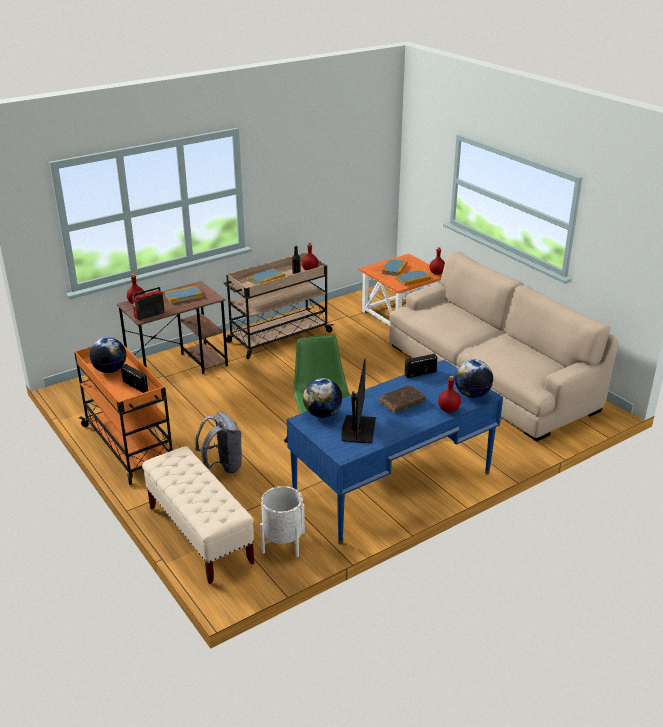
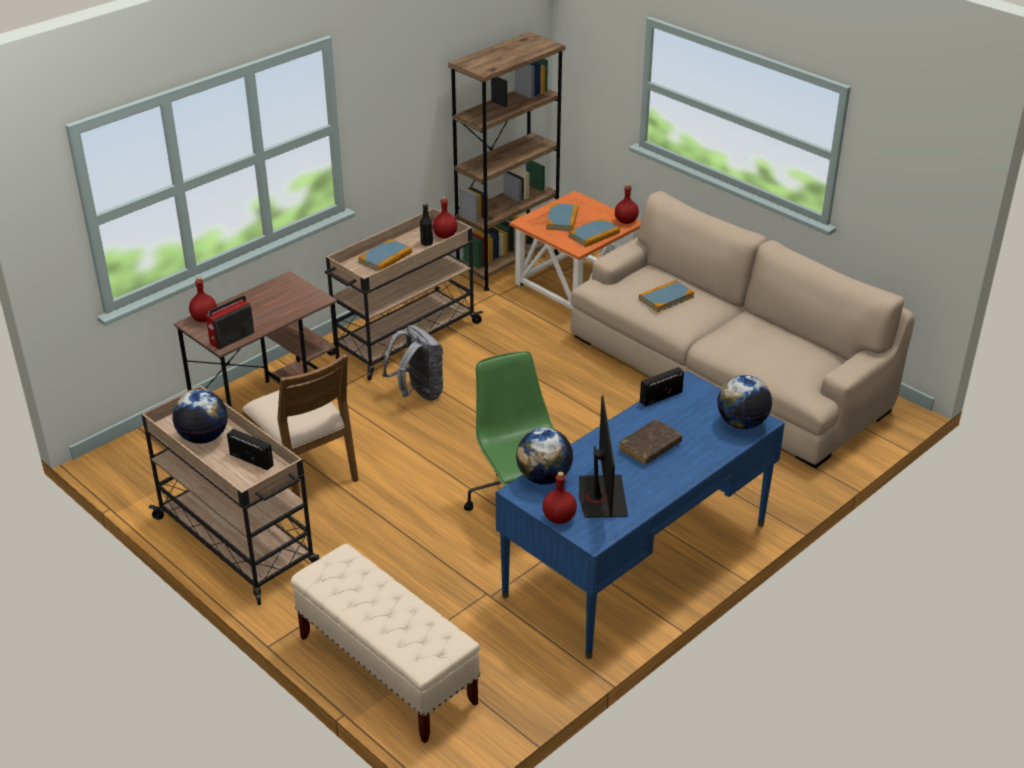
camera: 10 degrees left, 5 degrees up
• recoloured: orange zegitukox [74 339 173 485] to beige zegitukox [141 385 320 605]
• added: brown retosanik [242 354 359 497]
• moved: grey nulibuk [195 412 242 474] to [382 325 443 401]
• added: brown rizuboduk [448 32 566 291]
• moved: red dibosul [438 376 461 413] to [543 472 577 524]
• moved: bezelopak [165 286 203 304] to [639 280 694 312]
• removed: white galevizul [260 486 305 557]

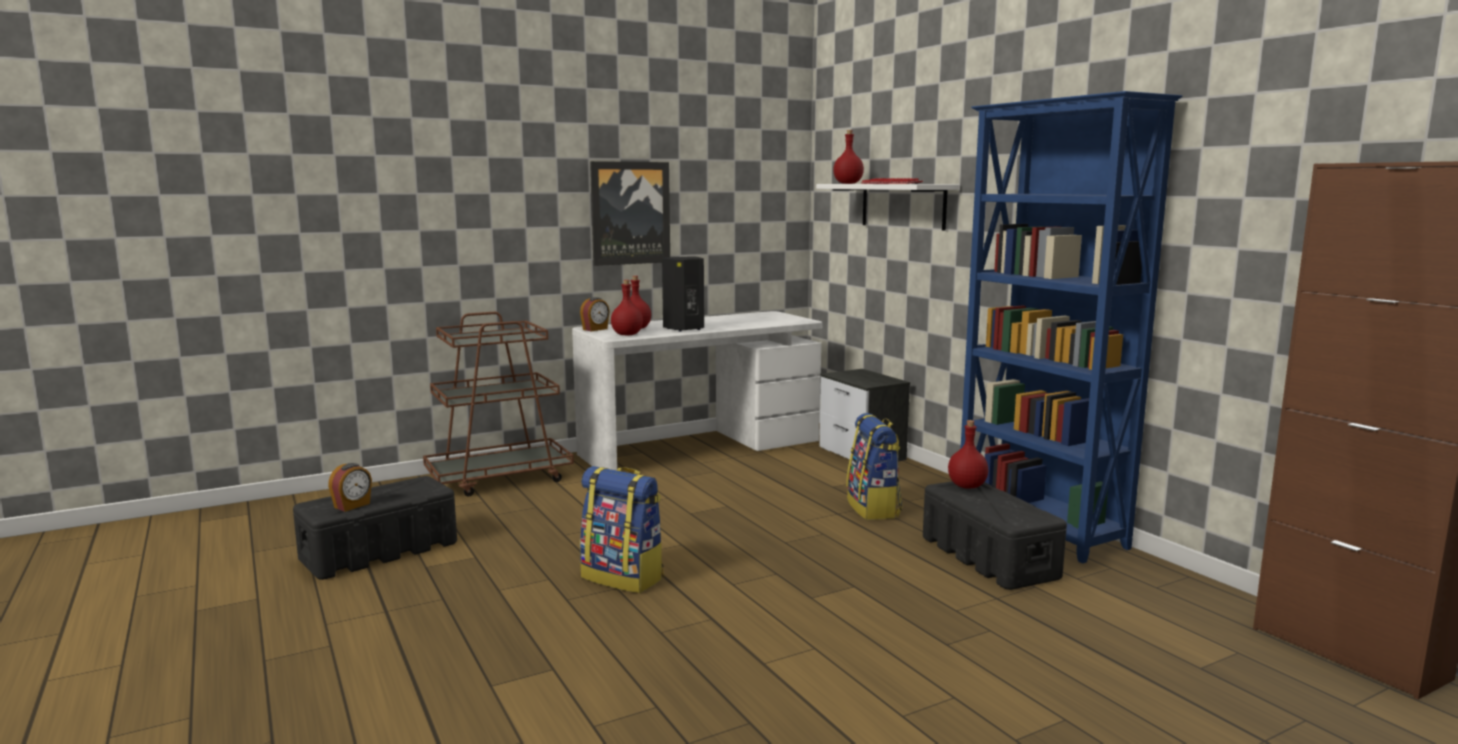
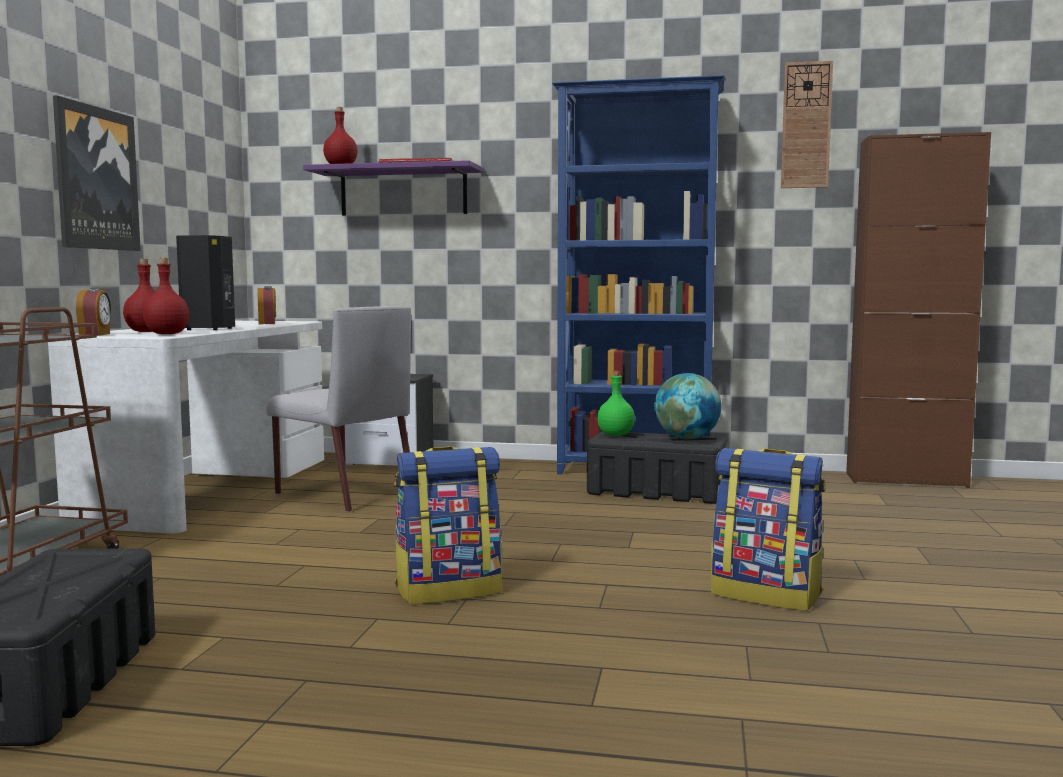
camera: 50 degrees left, 5 degrees down
• moved: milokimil [328 463 372 512] to [258 286 276 324]
• added: grey retosanik [266 306 411 512]
• recoloured: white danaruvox [816 184 960 231] to purple danaruvox [303 160 483 216]
• recoloured: red dibosul [948 420 988 489] to green dibosul [597 371 635 436]
• added: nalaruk [654 373 721 440]
• moved: nulibuk [846 413 903 520] to [711 448 825 611]
• added: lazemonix [781 61 833 188]

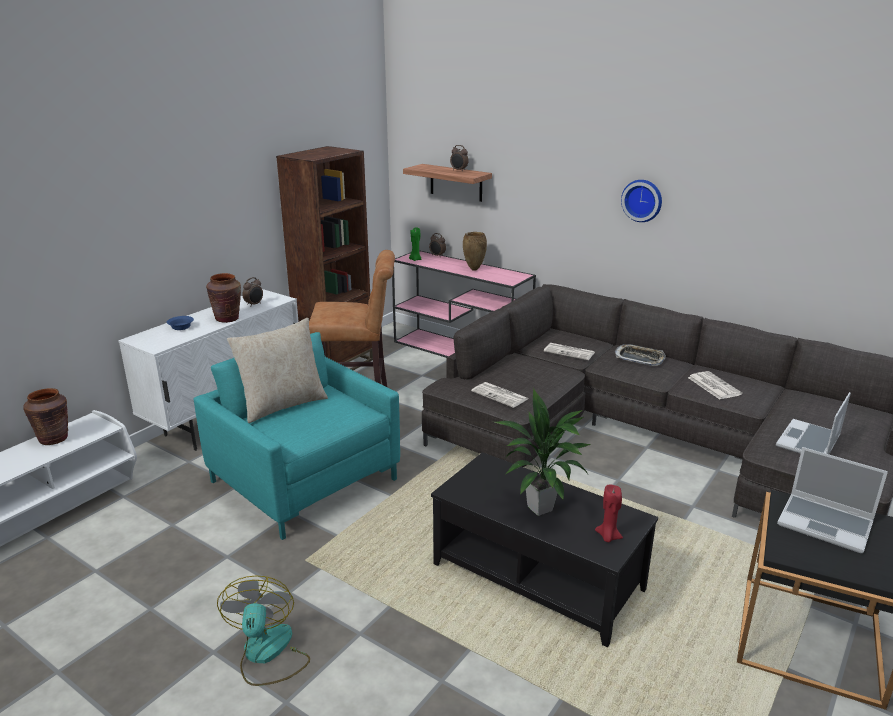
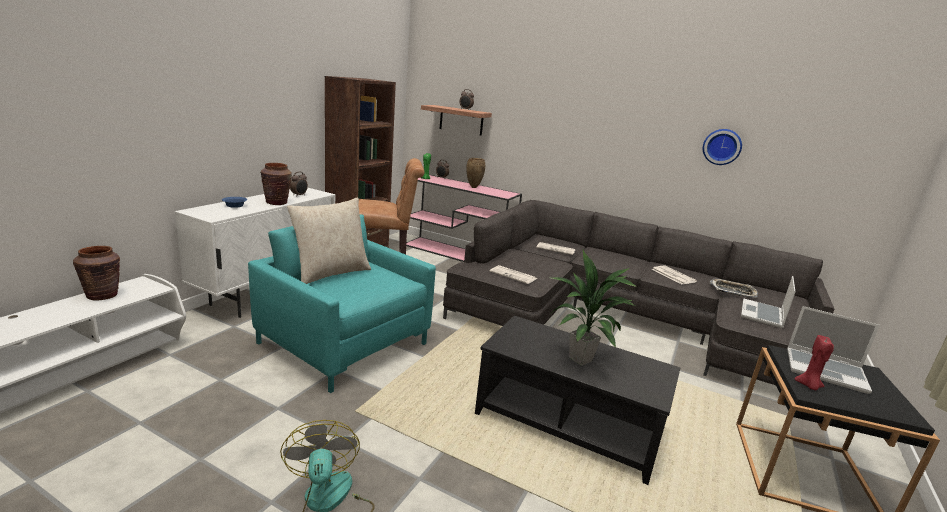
camera: 10 degrees left, 5 degrees down
• moved: lazemonix [621 180 662 222] to [703 129 742 165]
• moved: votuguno [615 344 666 366] to [710 279 758 298]
• moved: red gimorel [595 484 623 542] to [795 335 834 390]

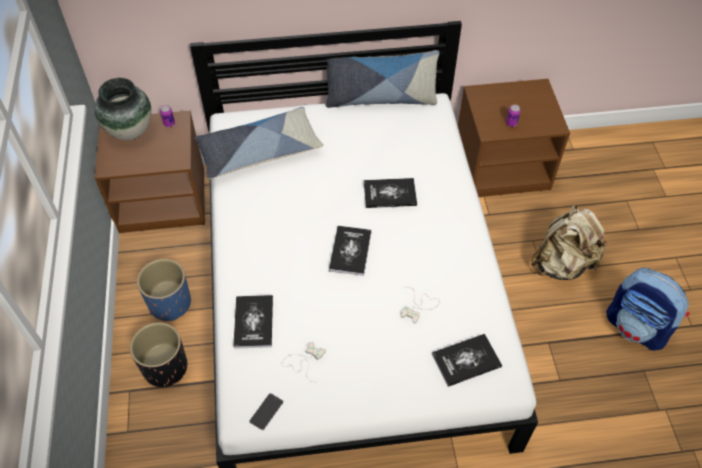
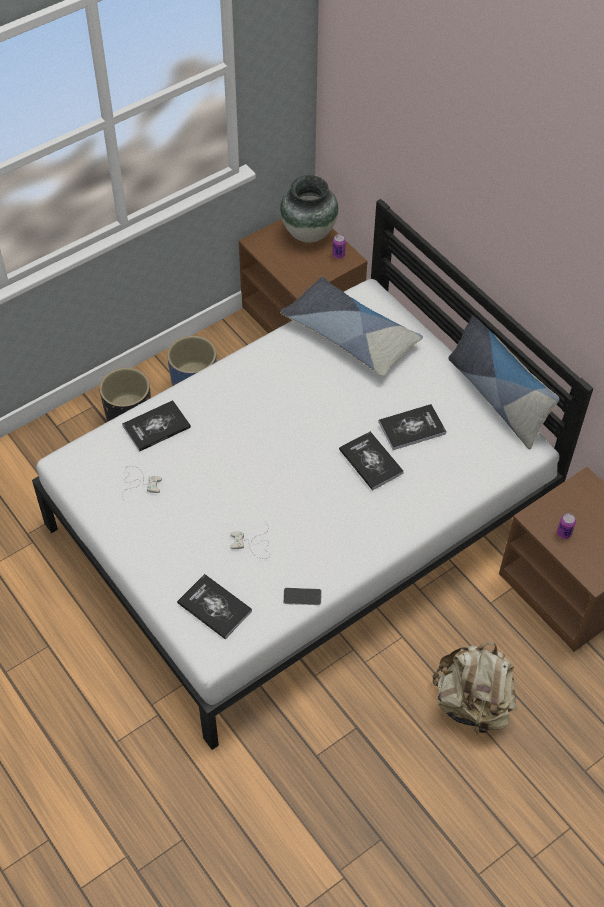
camera: 60 degrees right, 0 degrees up
• moved: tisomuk [249 393 284 430] to [283 588 322 605]
• moved: bezelopak [329 226 371 276] to [378 404 447 450]
• removed: nulibuk [606 268 690 351]

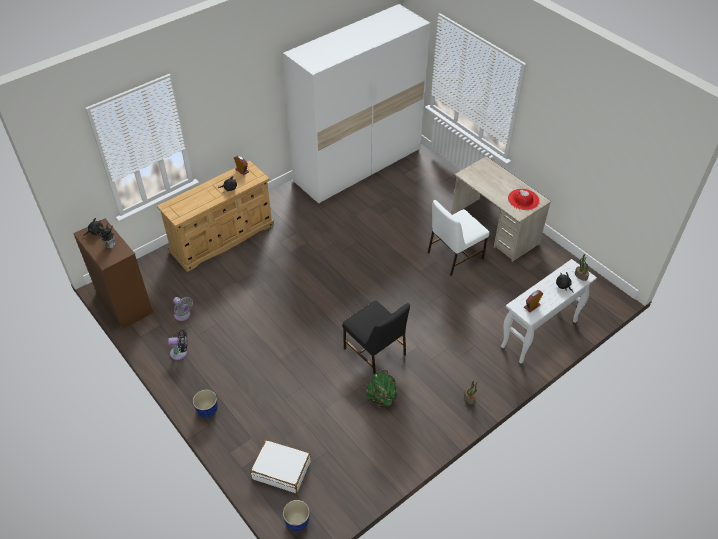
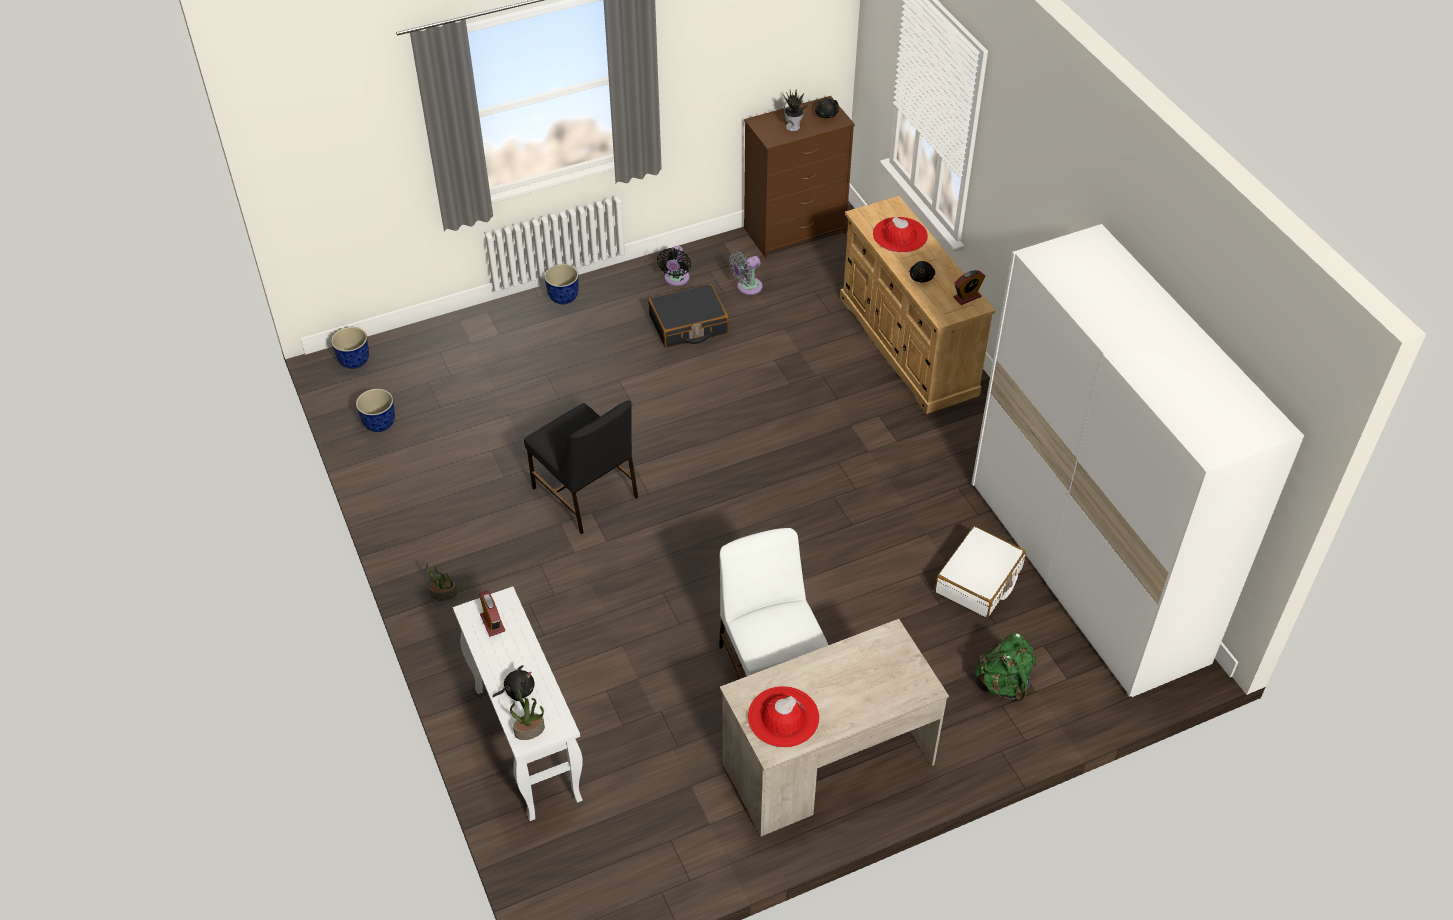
camera: 105 degrees right, 0 degrees up
• added: galevizul [356 389 395 432]
• turned: black retosanik [342 300 410 374] = [524 400 638 534] 105 degrees counterclockwise
• added: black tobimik [648 284 729 348]
• added: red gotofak [873 217 928 253]
• moved: white tobimik [250 440 311 493] to [935 526 1026 618]
• moved: green nulibuk [366 370 397 408] to [975 633 1037 703]

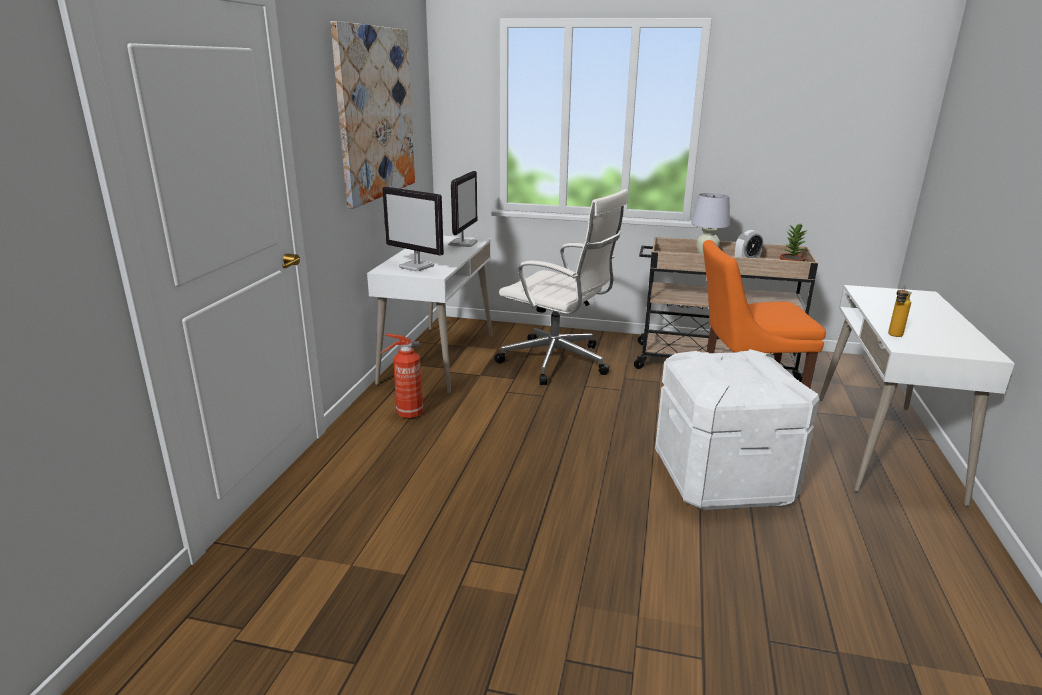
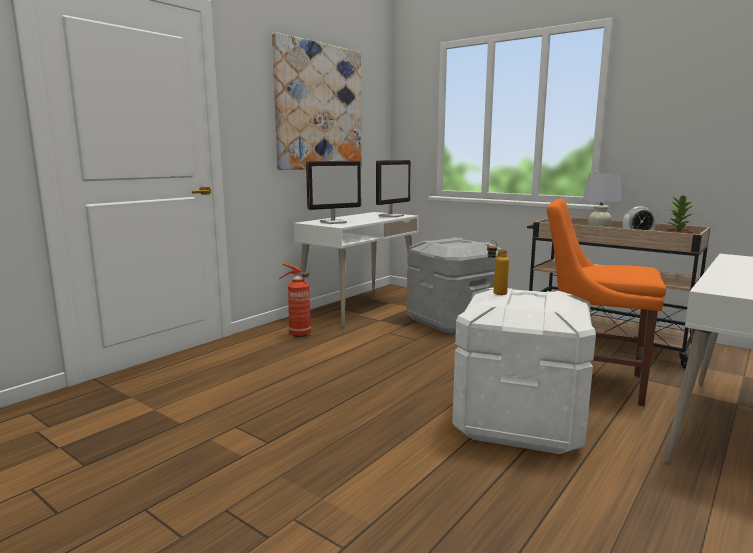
camera: 25 degrees right, 10 degrees down
• turned: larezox [382 187 444 271] = [306 161 361 224] 90 degrees counterclockwise
• replaced: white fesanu [494 189 628 385] to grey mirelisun [407 238 502 333]
• moved: dibosul [888 285 912 337] to [487 240 509 295]

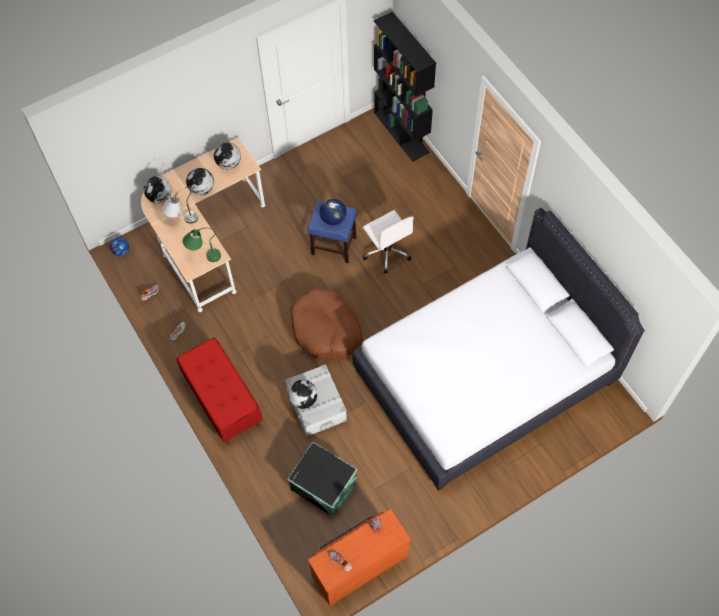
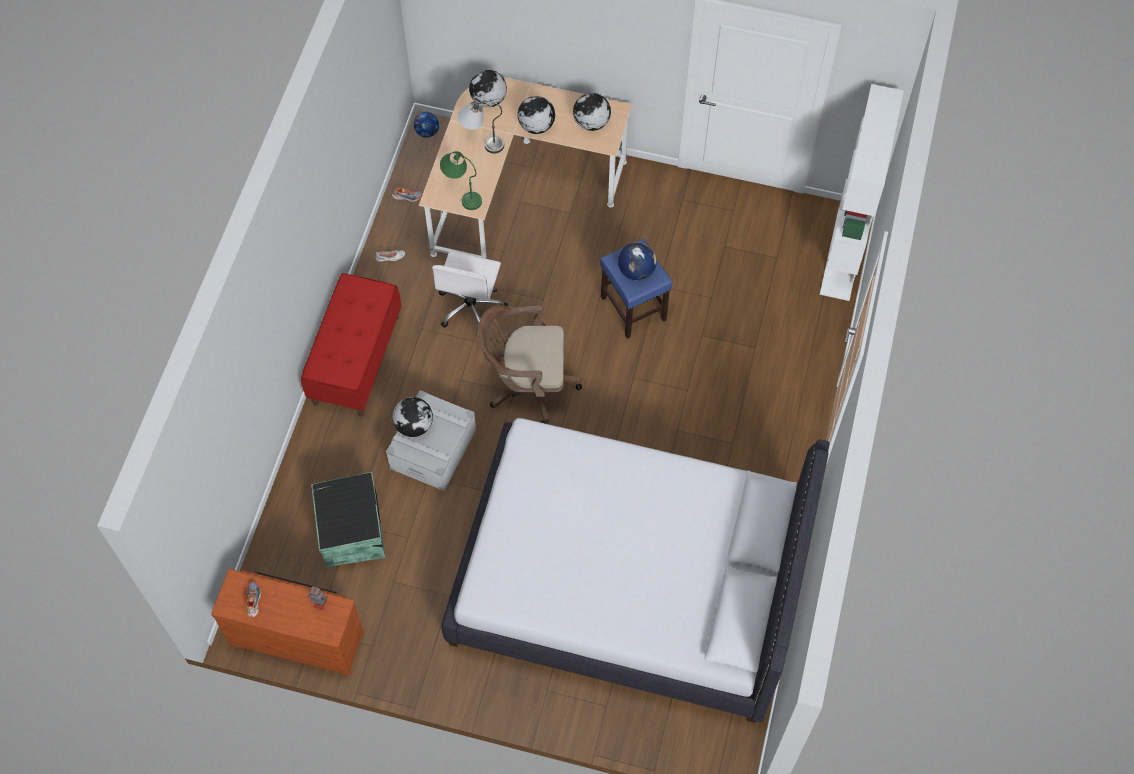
camera: 45 degrees right, 0 degrees up
• moved: white fesanu [363 210 414 274] to [432 251 508 328]
• replaced: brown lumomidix [290 288 363 361] to brown fesanu [478 305 582 424]
• recoloured: black rizuboduk [374 11 436 161] to white rizuboduk [820 84 904 301]

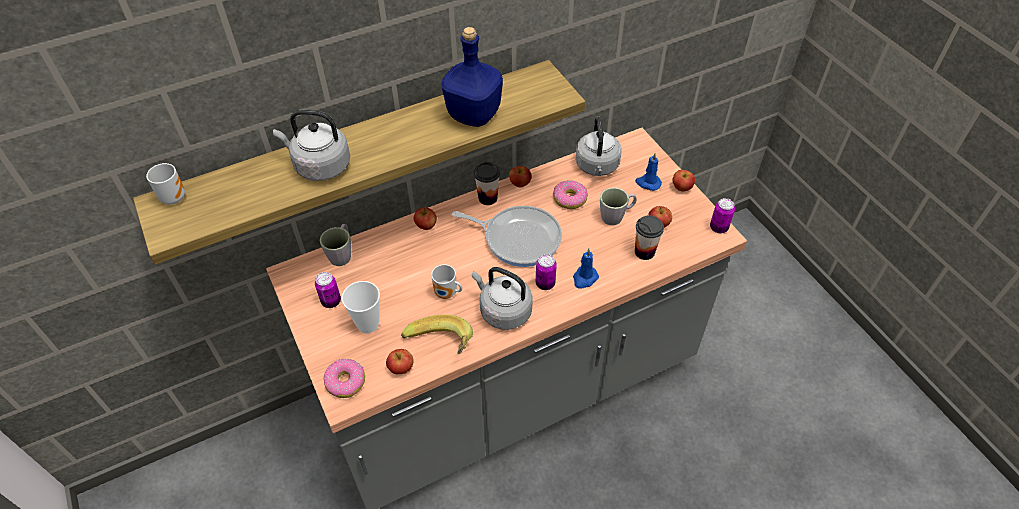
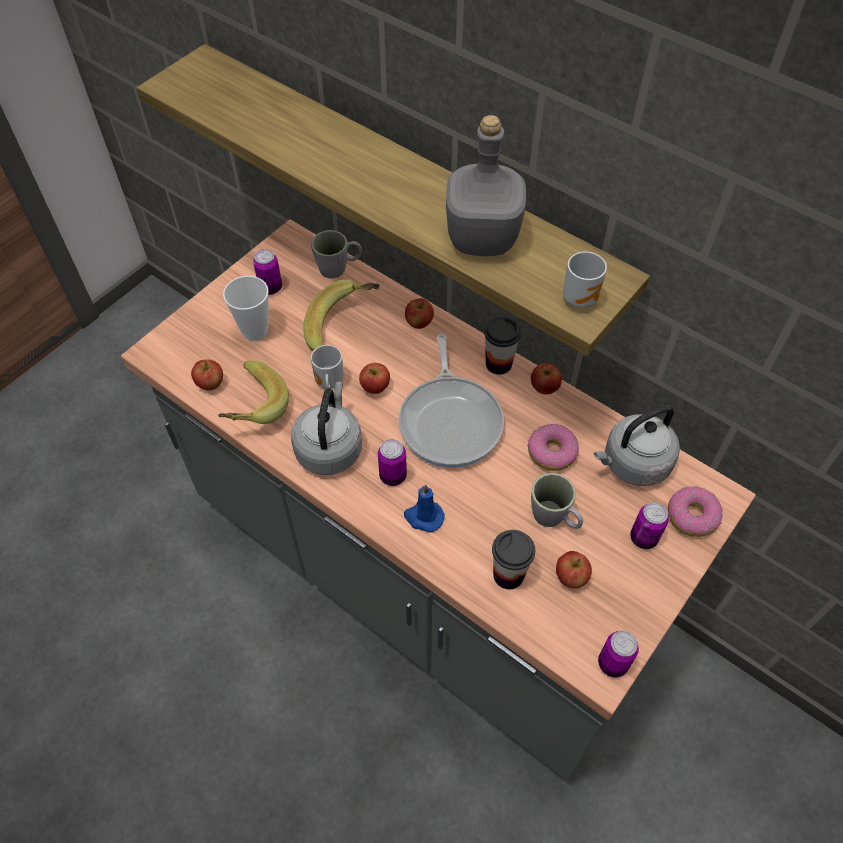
camera: 65 degrees right, 5 degrees up
• added: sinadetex [303 279 379 351]
• moved: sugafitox [673 170 695 192] to [359 363 390 394]
• recoloured: blue dibosul [442 27 503 127] to grey dibosul [446 115 526 256]
• moved: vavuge [146 163 185 204] to [563 252 607 308]
• replaced: blue gimorel [635 153 662 191] to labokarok [630 502 669 549]
• moved: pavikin [324 359 365 398] to [668 486 723 537]
• removed: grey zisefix [273 109 350 181]

